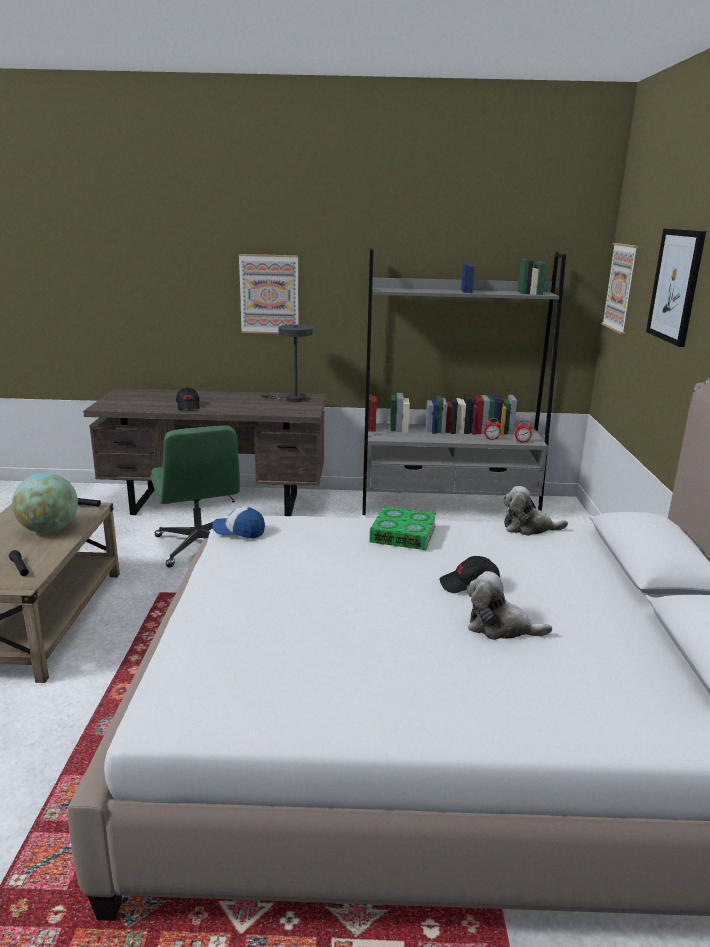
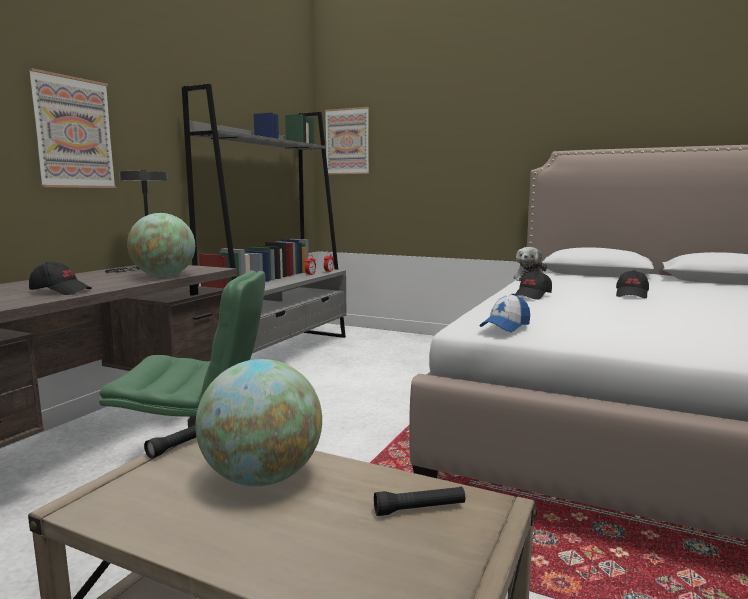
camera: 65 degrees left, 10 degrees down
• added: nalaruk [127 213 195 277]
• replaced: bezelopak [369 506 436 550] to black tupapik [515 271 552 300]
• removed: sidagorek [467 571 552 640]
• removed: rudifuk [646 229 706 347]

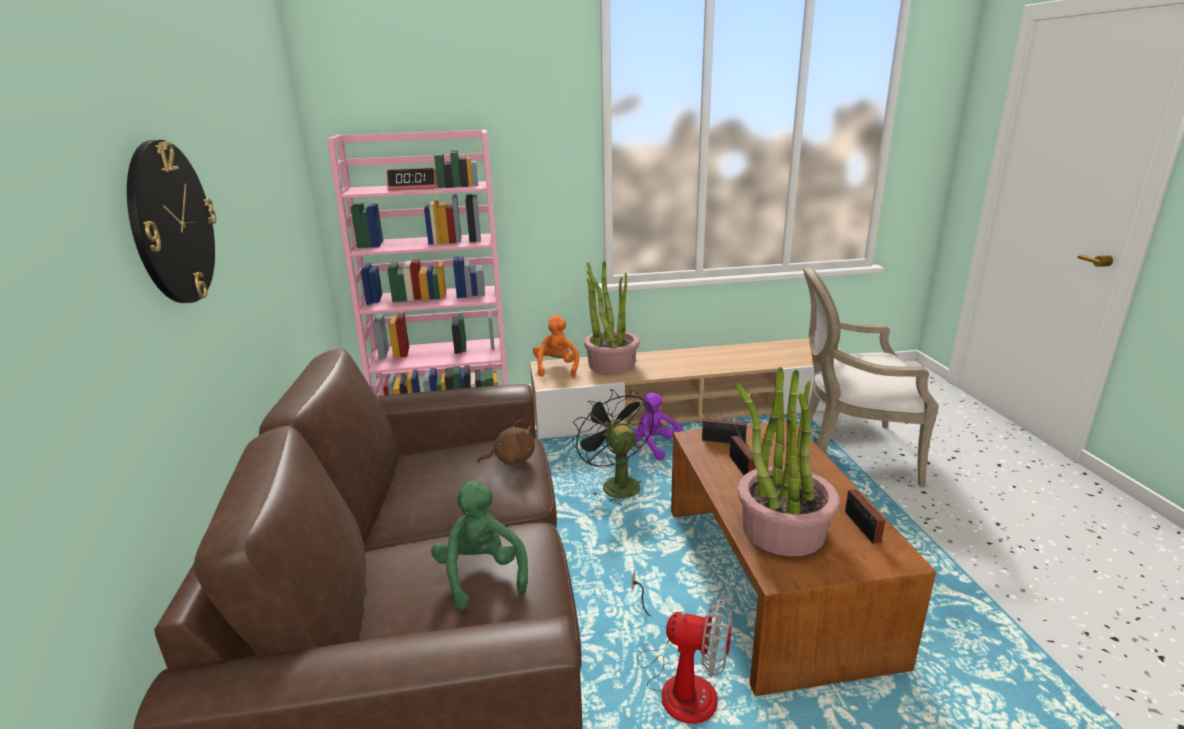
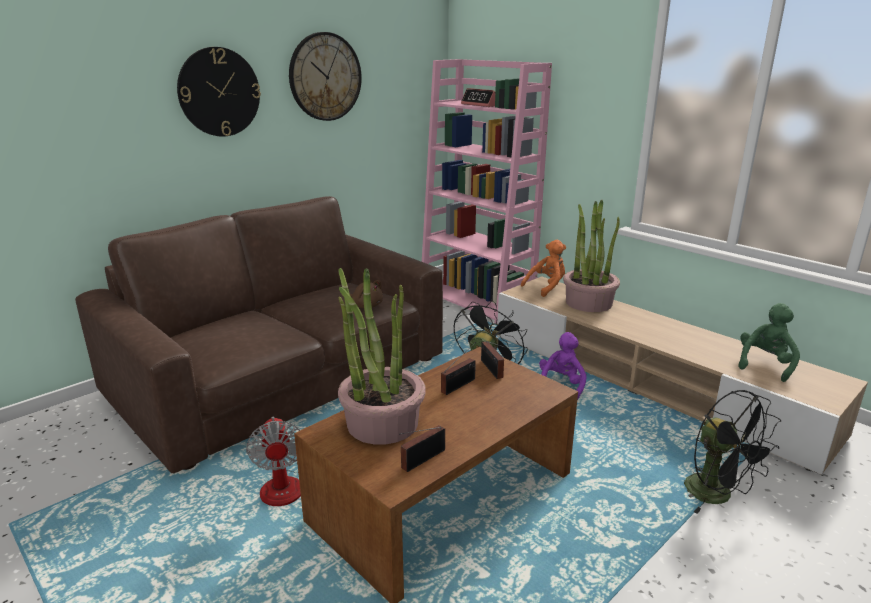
camera: 55 degrees right, 0 degrees up
• added: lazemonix [289 32 362 121]
• replaced: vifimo [803 266 939 487] to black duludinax [684 390 781 514]
• moved: green sidagorek [431 481 528 610] to [738 303 800 382]

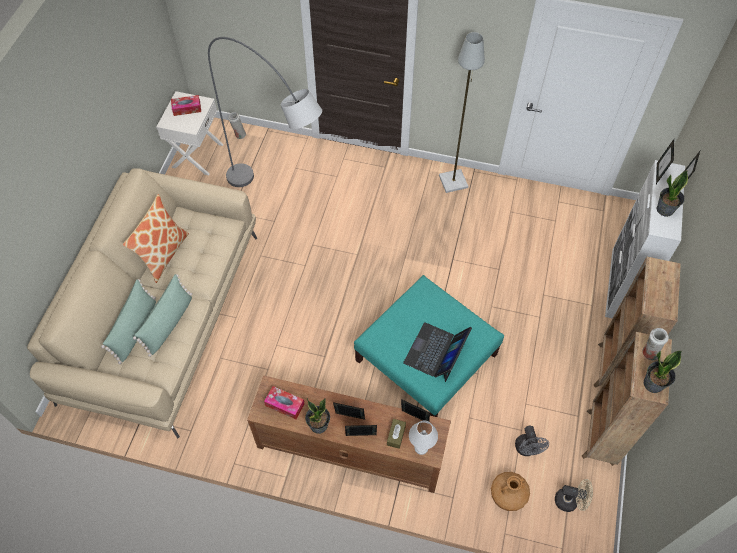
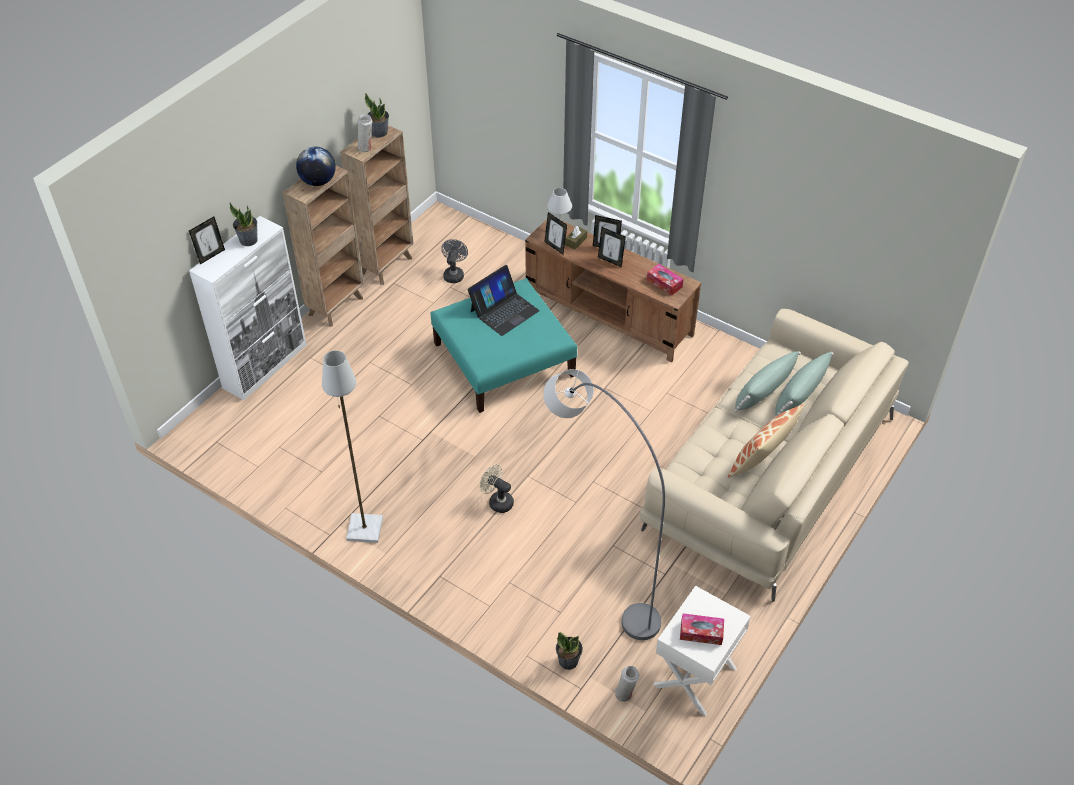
camera: 160 degrees left, 10 degrees down
• added: nalaruk [296 147 336 186]
• moved: beige duludinax [555 479 593 512] to [480 464 514 513]
• moved: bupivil [305 398 330 434] to [556 632 583 670]
• removed: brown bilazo [491 472 530 511]
• removed: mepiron [656 139 674 184]

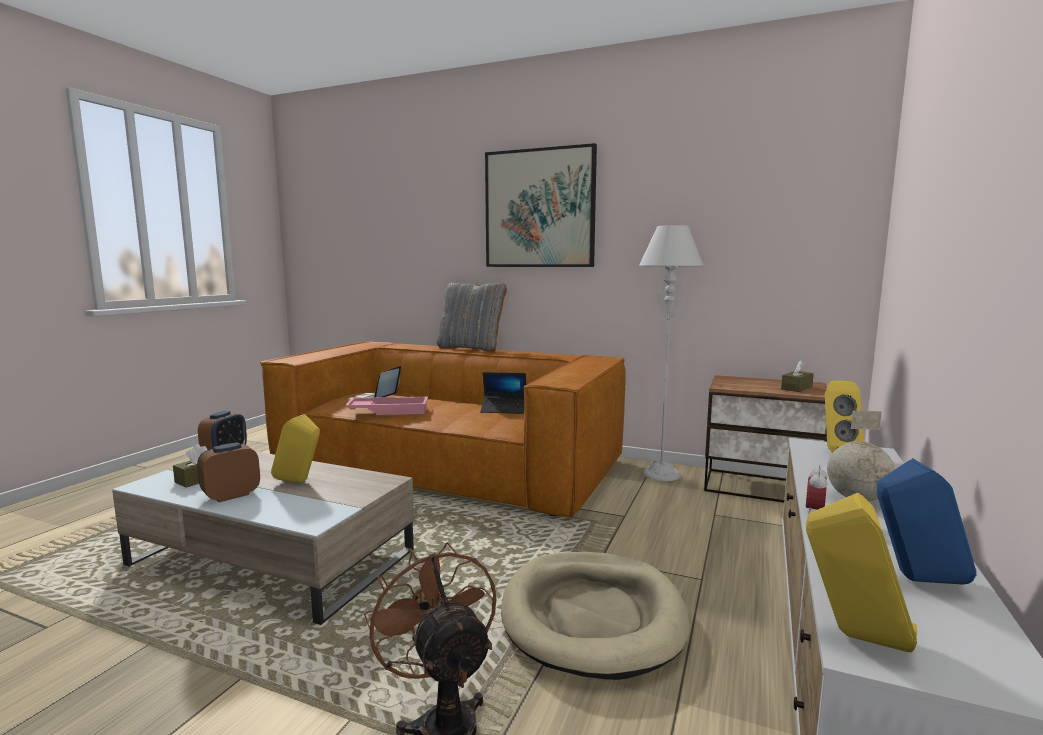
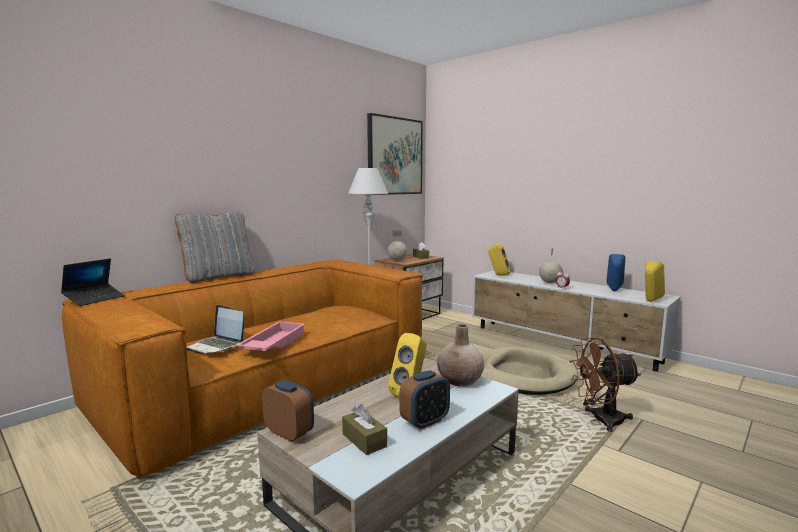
camera: 70 degrees left, 0 degrees up
• moved: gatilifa [480 372 526 414] to [61 259 125 306]
• moved: rudifuk [485 143 597 267] to [367 113 423 195]
• added: nalaruk [388 230 407 261]
• turned: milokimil [197 442 260 502] = [399 370 450 430] 105 degrees counterclockwise
• added: beige bilazo [437 324 484 387]

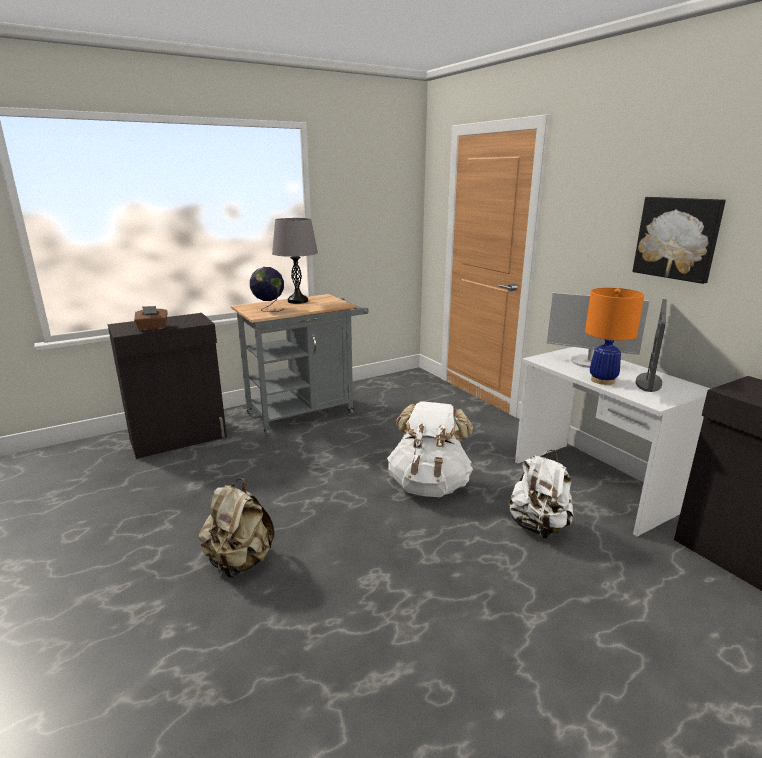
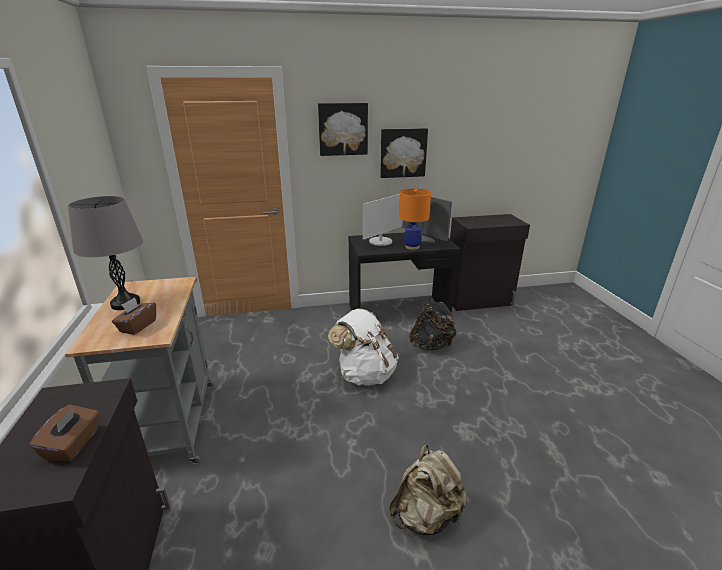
camera: 70 degrees left, 5 degrees up
• replaced: nalaruk [250 267 284 312] to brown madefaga [112 297 156 335]
• added: rudifuk [318 103 368 156]
• recoloured: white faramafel [515 347 711 537] to black faramafel [348 233 460 313]
• recoloured: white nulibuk [508 450 574 539] to black nulibuk [409 296 456 351]

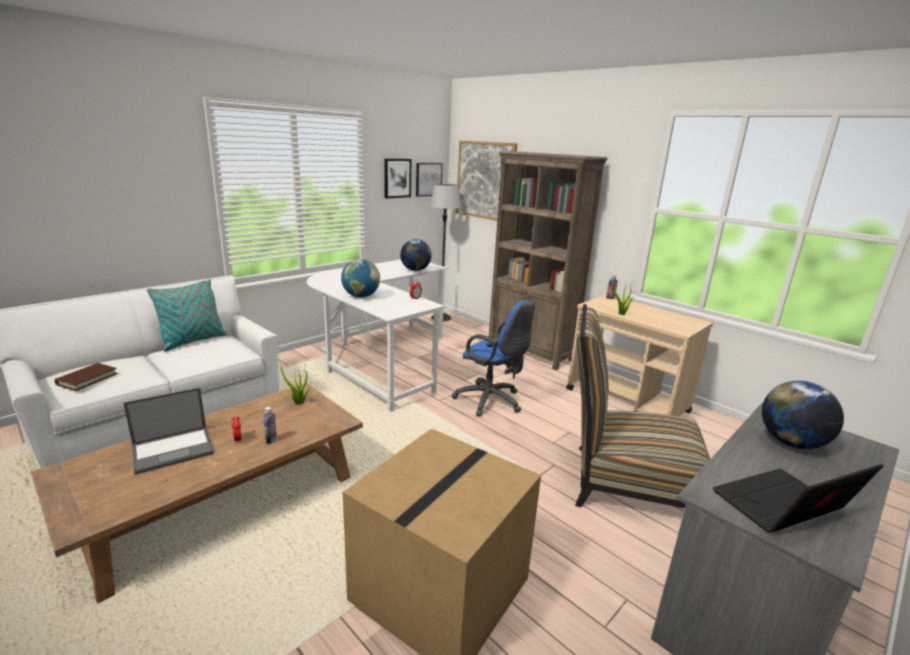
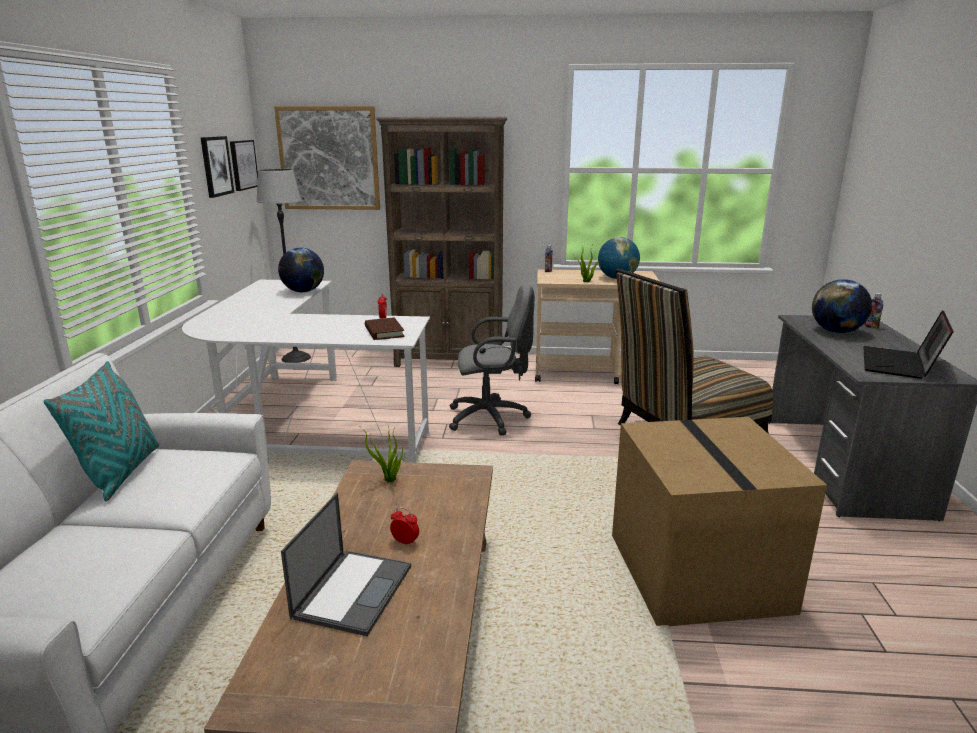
camera: 40 degrees left, 0 degrees up
• moved: brown bezelopak [54 363 118 391] to [365 317 405 340]
• recoloured: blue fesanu [452 300 535 417] to grey fesanu [449 285 535 436]
• moved: nalaruk [341 259 380 298] to [598 237 640 279]
• moved: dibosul [263 407 277 444] to [864 293 883 329]

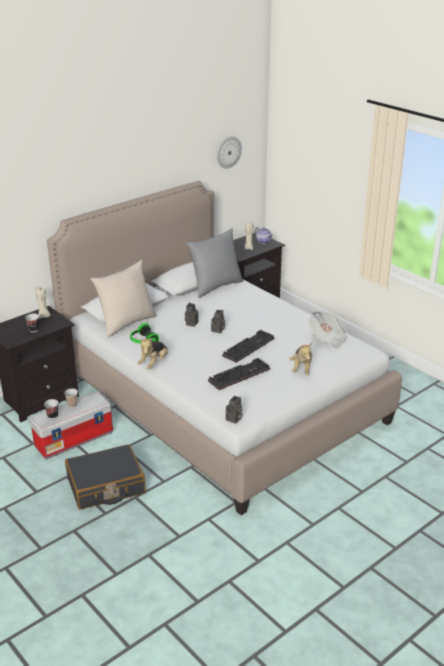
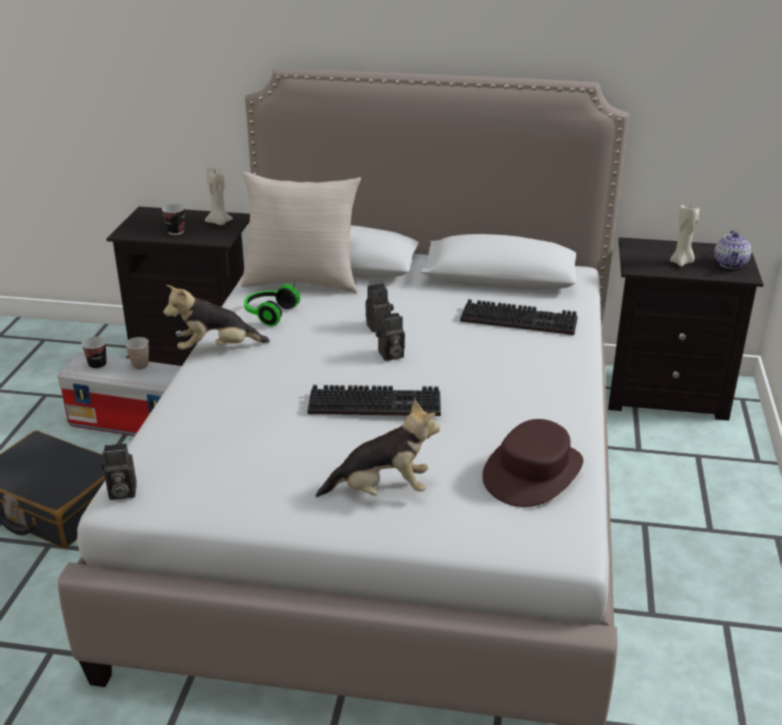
camera: 50 degrees right, 0 degrees up
• turned: sidagorek [289 343 312 375] = [316 399 440 497] 150 degrees counterclockwise
• moved: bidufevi [208 358 270 390] to [460 299 578 335]
• replaced: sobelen [308 311 348 349] to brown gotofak [482 419 583 507]
• removed: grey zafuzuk [186 228 244 298]
• removed: lazemonix [217 136 242 169]

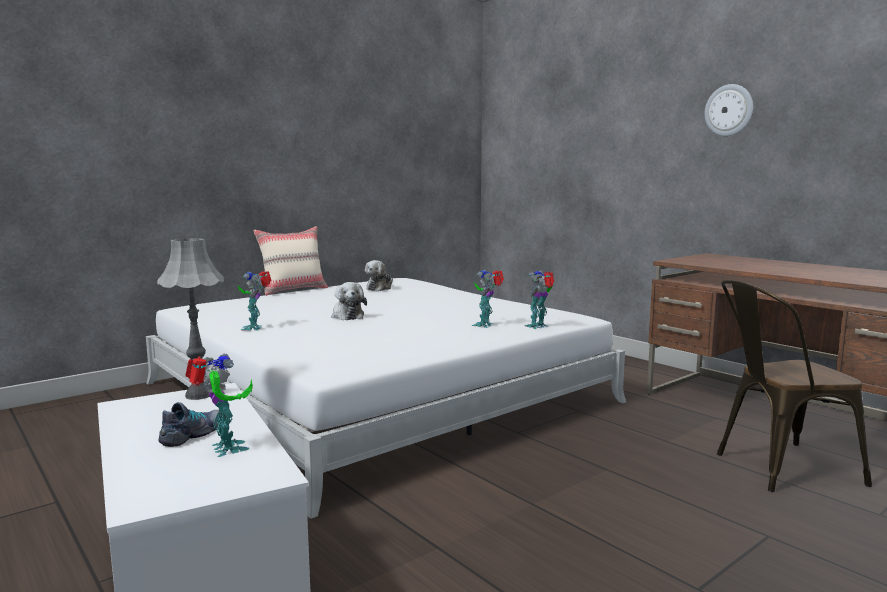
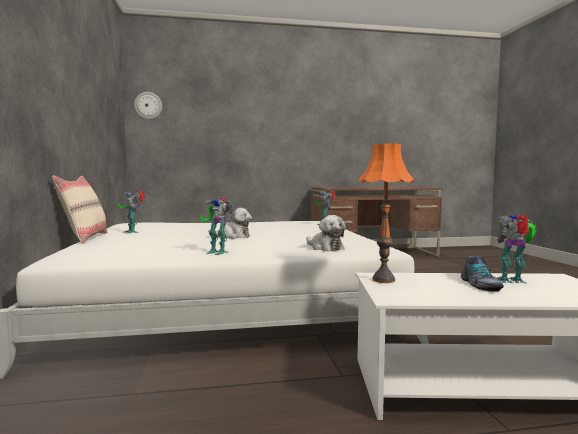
camera: 60 degrees left, 5 degrees down
• moved: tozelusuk [472 270 504 328] to [118 191 145 234]
• moved: lazemonix [704 84 753 136] to [134 92 162 119]
• moved: sidagorek [365 260 393 291] to [306 215 346 251]
• recoloured: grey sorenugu [157 238 224 400] to orange sorenugu [359 143 414 283]
• turned: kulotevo [158 402 222 447] = [461 255 504 292] 150 degrees counterclockwise
• removed: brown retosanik [717 280 872 492]

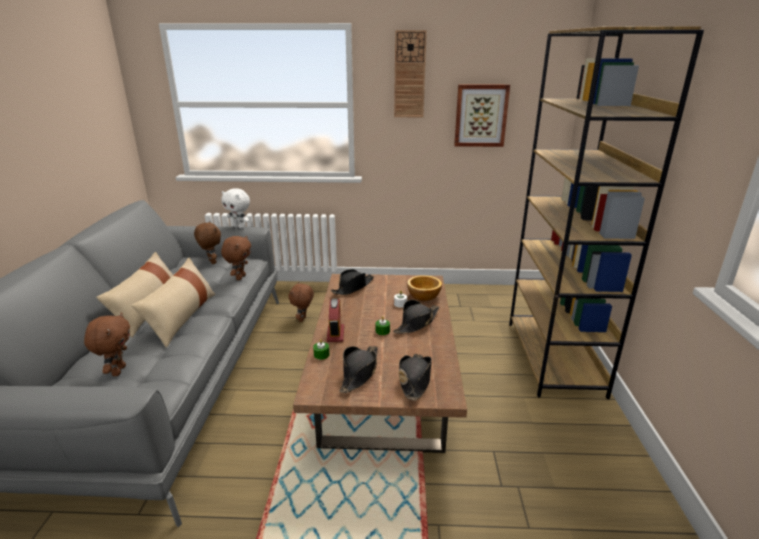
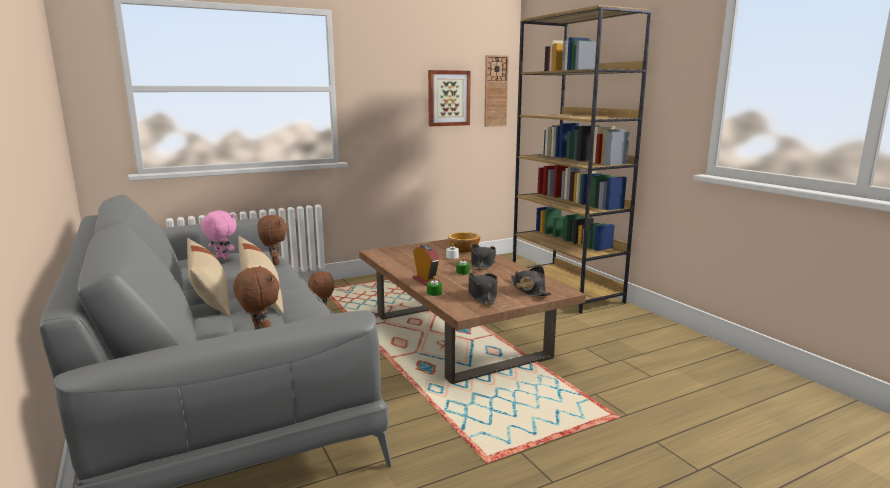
camera: 30 degrees left, 10 degrees down
• recoloured: brown sidagorek [194 221 221 264] to pink sidagorek [201 211 237 259]
• moved: lazemonix [394 30 427 117] to [484 55 509 127]
• removed: white sidagorek [221 188 250 229]
• removed: black gotofak [331 269 374 295]

